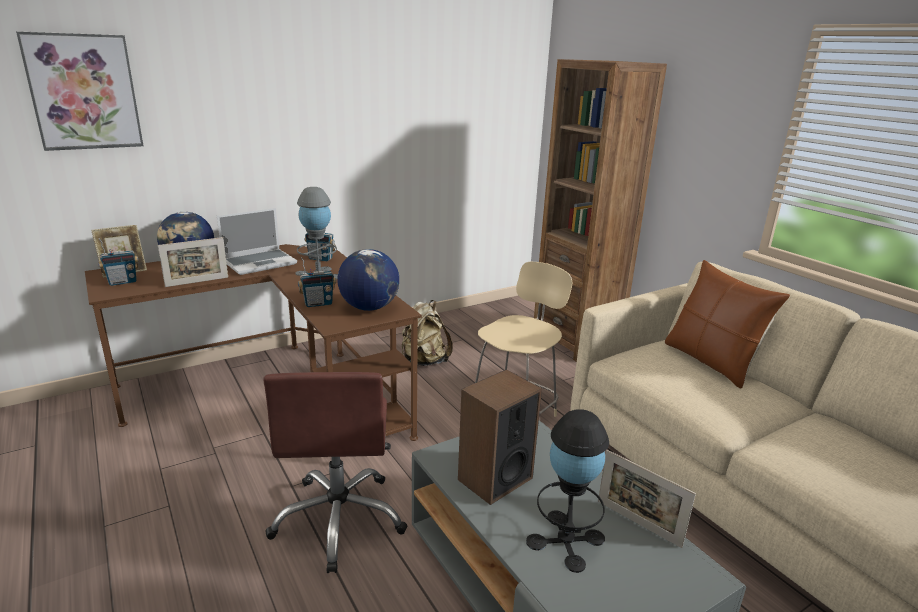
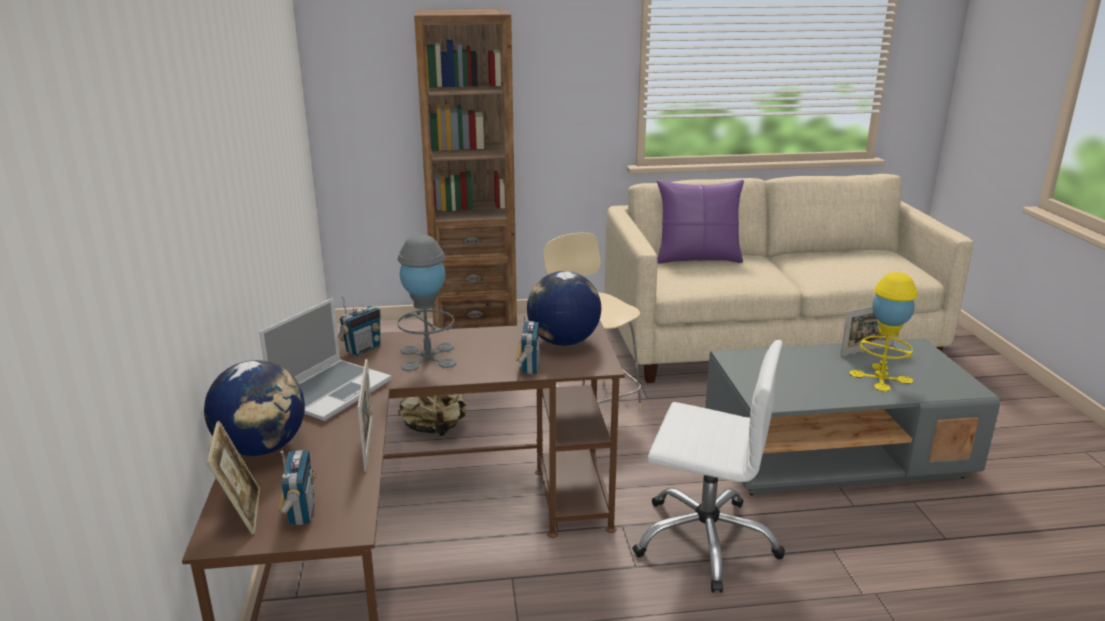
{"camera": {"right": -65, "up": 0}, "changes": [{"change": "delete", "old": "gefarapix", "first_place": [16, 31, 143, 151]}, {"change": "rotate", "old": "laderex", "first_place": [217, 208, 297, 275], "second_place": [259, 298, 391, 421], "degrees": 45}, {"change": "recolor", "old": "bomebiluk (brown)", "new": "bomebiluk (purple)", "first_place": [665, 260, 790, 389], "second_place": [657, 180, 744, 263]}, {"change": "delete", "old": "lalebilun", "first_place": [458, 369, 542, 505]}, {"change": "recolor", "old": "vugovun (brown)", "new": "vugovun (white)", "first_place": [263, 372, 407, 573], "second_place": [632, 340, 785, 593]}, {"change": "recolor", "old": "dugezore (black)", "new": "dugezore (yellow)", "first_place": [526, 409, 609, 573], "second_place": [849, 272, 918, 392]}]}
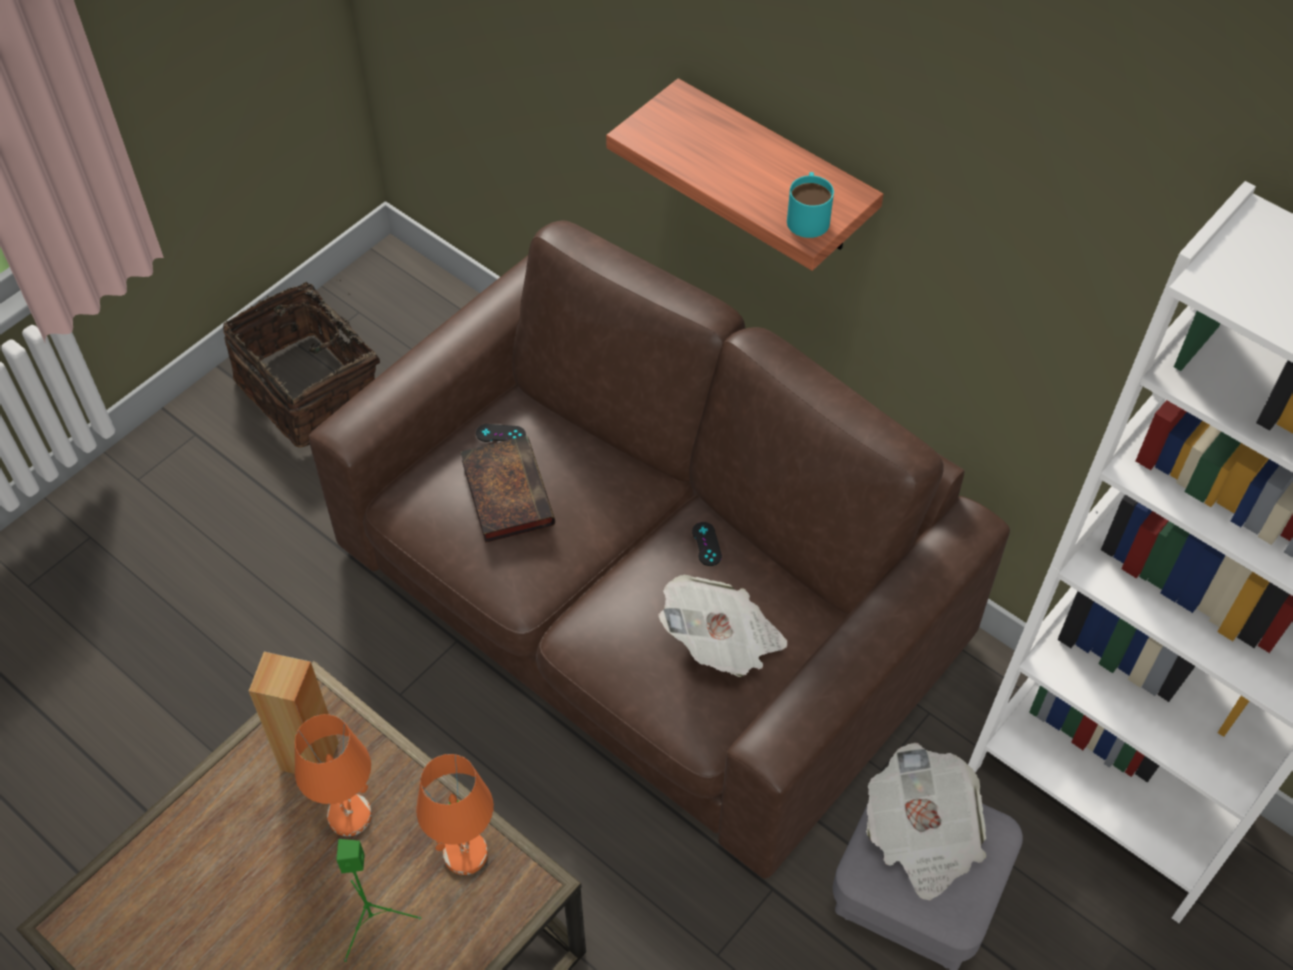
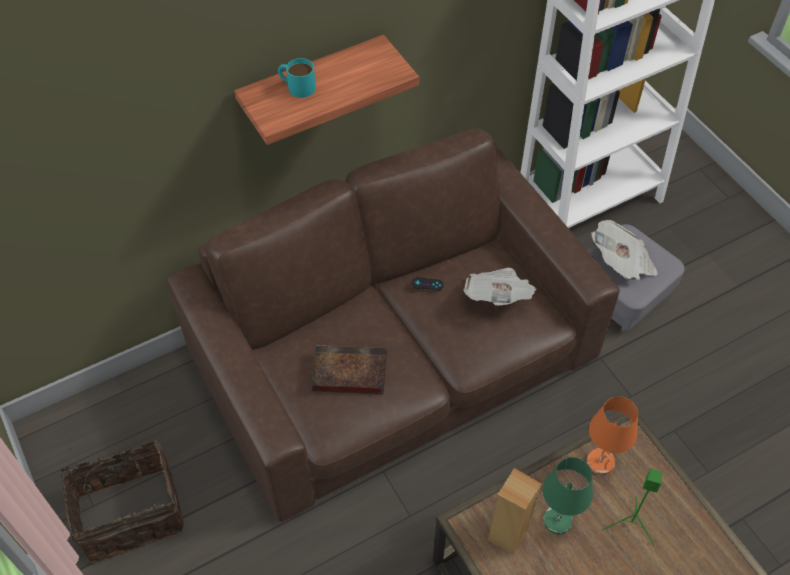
{"camera": {"right": -70, "up": 0}, "changes": [{"change": "move", "old": "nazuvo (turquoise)", "first_place": [787, 172, 834, 238], "second_place": [278, 58, 316, 98]}, {"change": "delete", "old": "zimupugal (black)", "first_place": [476, 424, 526, 442]}, {"change": "recolor", "old": "dugezore (orange)", "new": "dugezore (green)", "first_place": [295, 714, 372, 836], "second_place": [543, 457, 593, 534]}]}
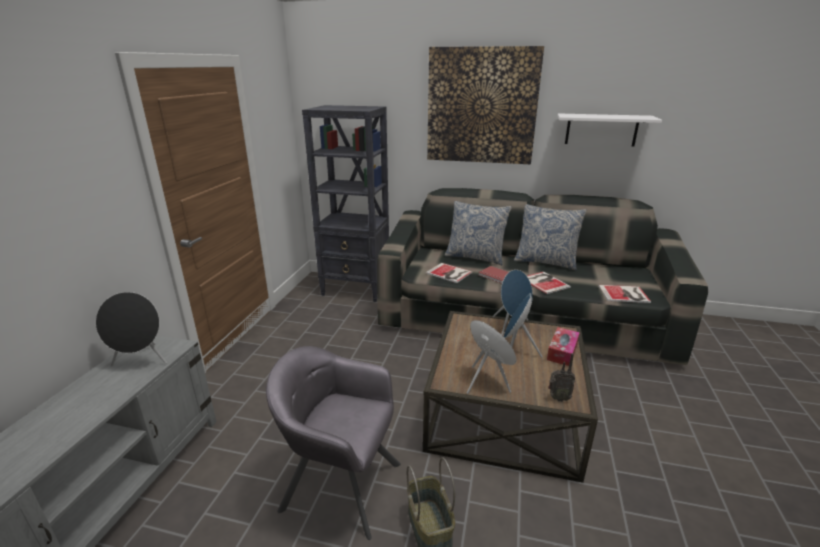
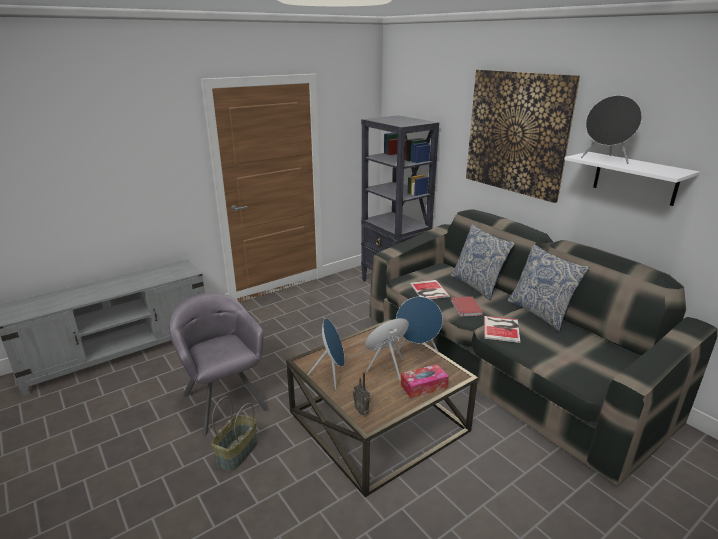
{"camera": {"right": 40, "up": 0}, "changes": [{"change": "delete", "old": "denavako", "first_place": [598, 285, 651, 303]}, {"change": "move", "old": "lalebilun (black)", "first_place": [96, 292, 167, 366], "second_place": [581, 95, 642, 164]}]}
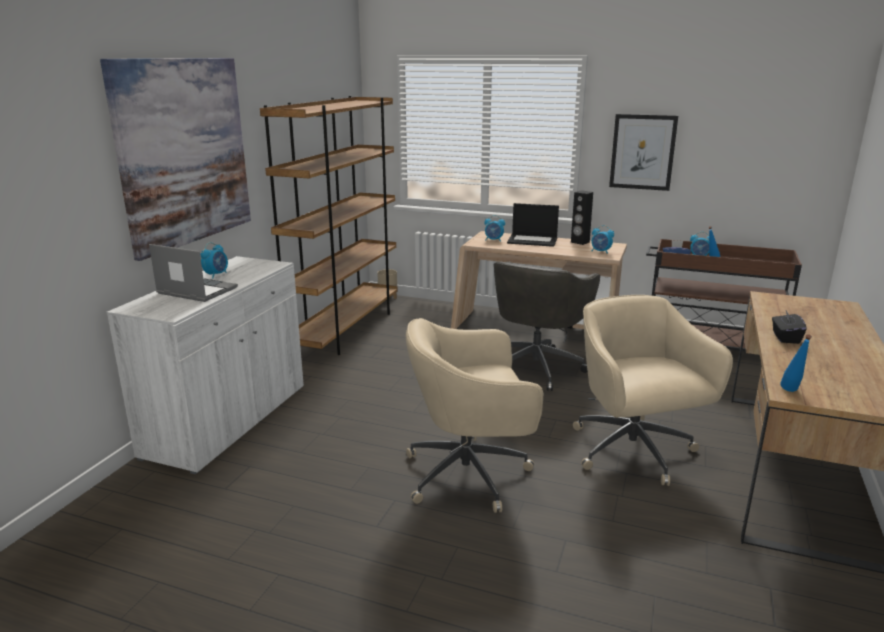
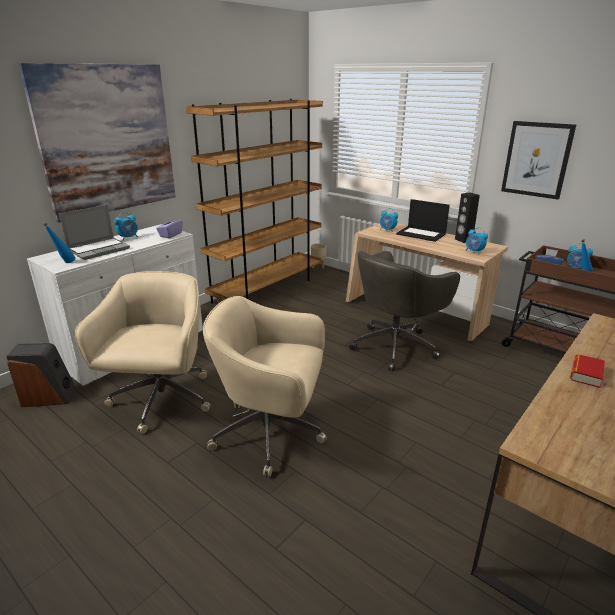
{"camera": {"right": 20, "up": 5}, "changes": [{"change": "rotate", "old": "laderex", "first_place": [149, 244, 238, 302], "second_place": [59, 205, 130, 260], "degrees": 90}, {"change": "move", "old": "vugovun (beige)", "first_place": [573, 295, 733, 486], "second_place": [75, 271, 210, 434]}, {"change": "replace", "old": "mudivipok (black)", "new": "denavako", "first_place": [772, 310, 807, 344], "second_place": [570, 354, 605, 388]}, {"change": "move", "old": "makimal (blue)", "first_place": [780, 334, 812, 392], "second_place": [43, 223, 75, 263]}, {"change": "insert", "new": "mudivipok (purple)", "second_place": [156, 216, 183, 238]}, {"change": "insert", "new": "lalebilun", "second_place": [6, 343, 77, 407]}]}
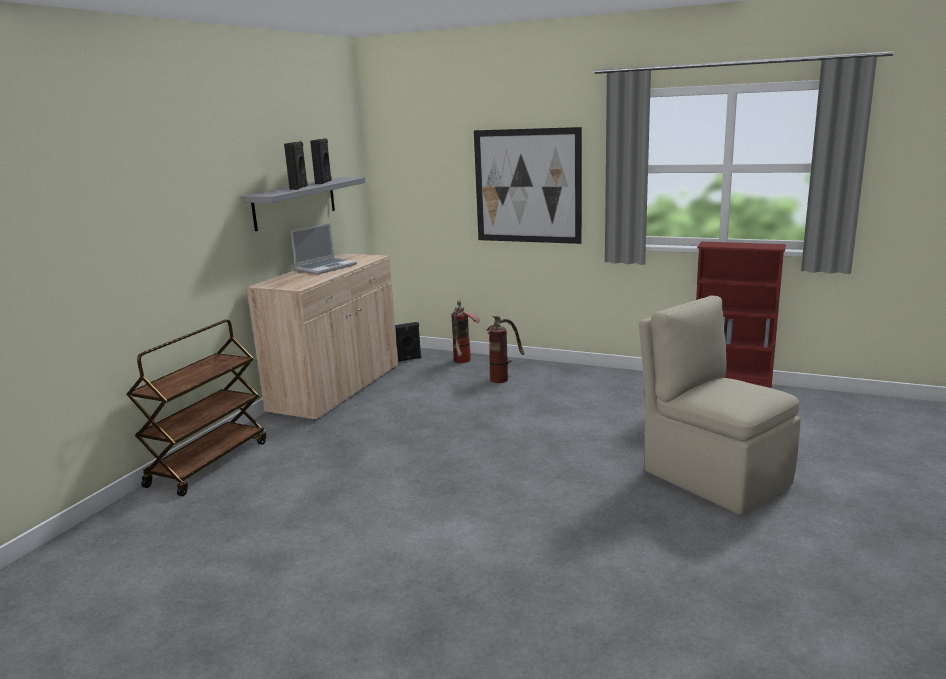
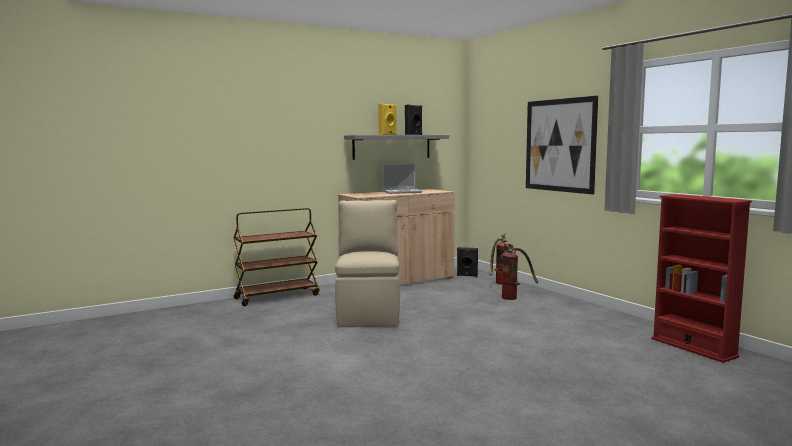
{"camera": {"right": 35, "up": -10}, "changes": [{"change": "recolor", "old": "lalebilun (black)", "new": "lalebilun (yellow)", "first_place": [284, 141, 308, 190], "second_place": [378, 104, 397, 135]}, {"change": "move", "old": "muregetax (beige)", "first_place": [639, 296, 801, 515], "second_place": [335, 200, 400, 327]}]}
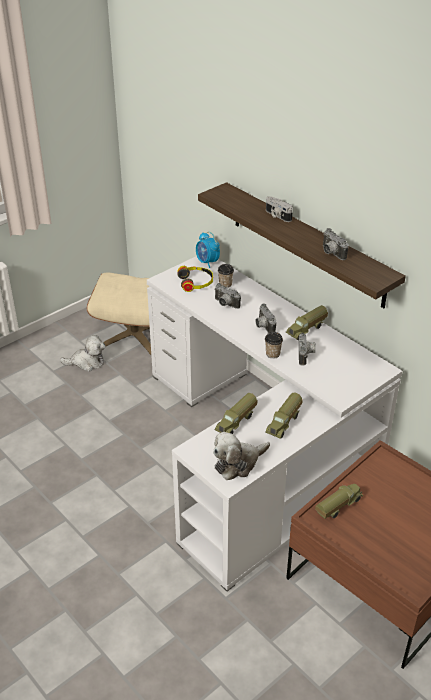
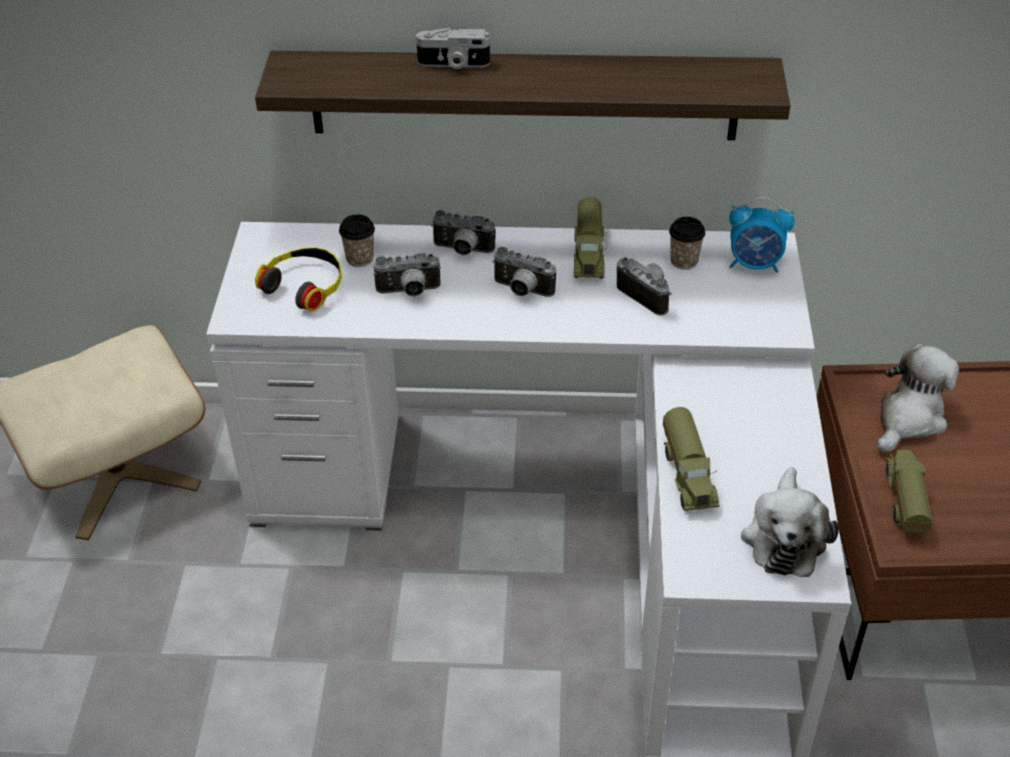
{"camera": {"right": -45, "up": 5}, "changes": [{"change": "move", "old": "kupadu", "first_place": [323, 228, 349, 260], "second_place": [431, 210, 495, 255]}, {"change": "move", "old": "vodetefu", "first_place": [196, 232, 220, 268], "second_place": [729, 197, 795, 273]}, {"change": "move", "old": "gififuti", "first_place": [265, 332, 283, 359], "second_place": [669, 217, 705, 270]}, {"change": "move", "old": "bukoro", "first_place": [60, 335, 106, 372], "second_place": [877, 344, 959, 453]}, {"change": "delete", "old": "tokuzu", "first_place": [265, 393, 303, 438]}]}
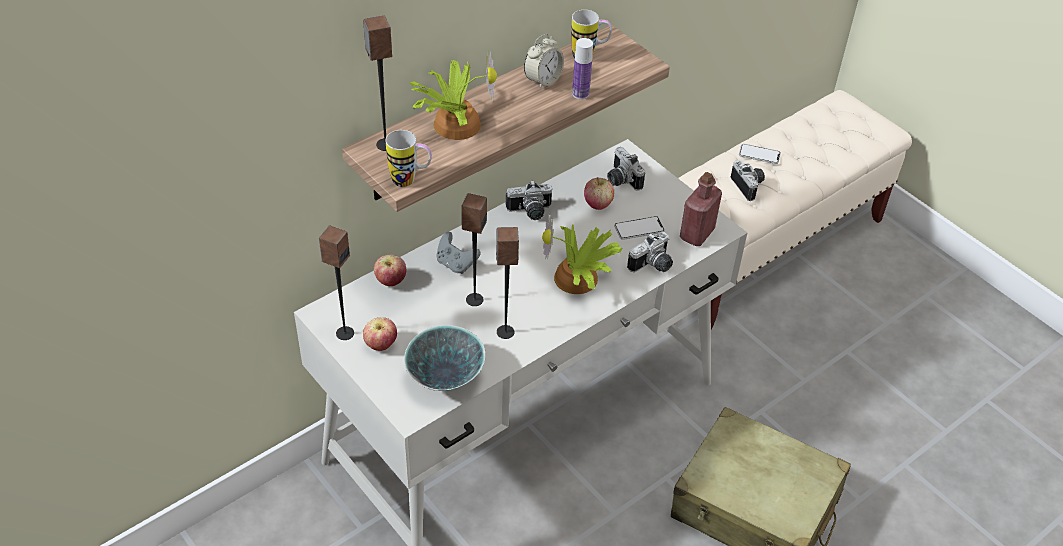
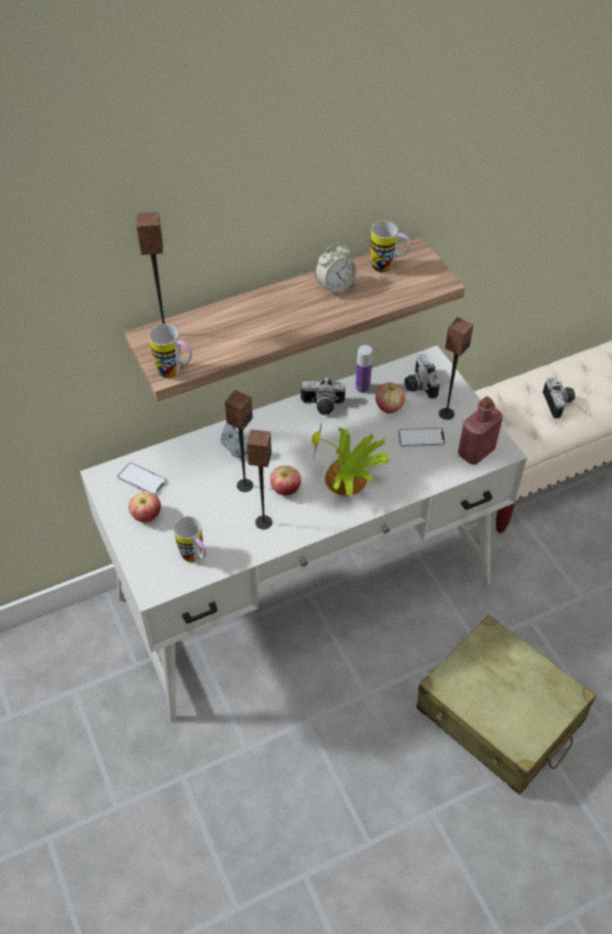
{"camera": {"right": 15, "up": 5}, "changes": [{"change": "move", "old": "makimal", "first_place": [572, 38, 593, 99], "second_place": [355, 345, 372, 393]}, {"change": "delete", "old": "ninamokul", "first_place": [409, 51, 497, 140]}, {"change": "move", "old": "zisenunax", "first_place": [739, 144, 781, 164], "second_place": [117, 463, 167, 495]}, {"change": "move", "old": "lalebilun", "first_place": [319, 226, 354, 340], "second_place": [439, 317, 473, 420]}, {"change": "delete", "old": "kupadu", "first_place": [627, 232, 673, 272]}, {"change": "move", "old": "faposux", "first_place": [374, 255, 406, 286], "second_place": [270, 465, 301, 496]}, {"change": "replace", "old": "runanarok", "new": "nazuvo", "first_place": [404, 325, 486, 391], "second_place": [174, 516, 206, 562]}]}
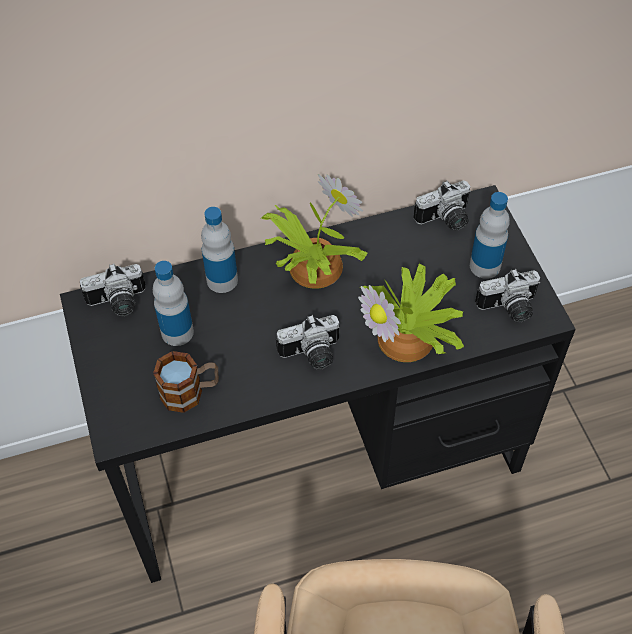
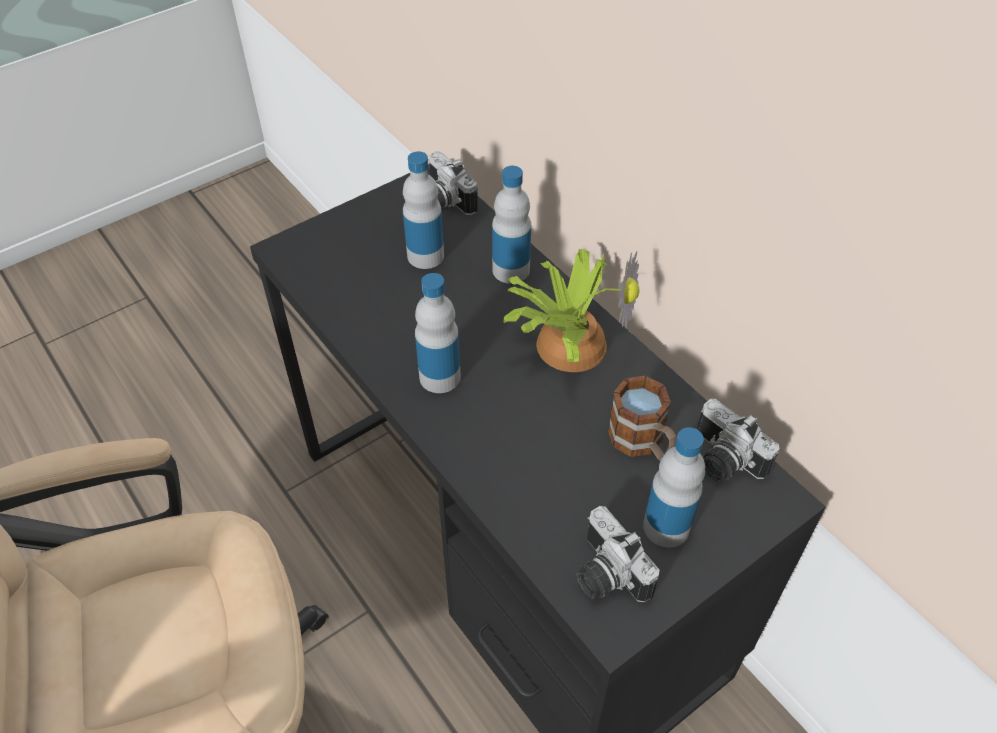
{"camera": {"right": 70, "up": -5}, "changes": [{"change": "delete", "old": "ninamokul", "first_place": [358, 261, 464, 362]}, {"change": "replace", "old": "kupadu", "new": "makimal", "first_place": [276, 315, 340, 370], "second_place": [415, 273, 461, 393]}, {"change": "move", "old": "nazuvo", "first_place": [153, 351, 219, 413], "second_place": [608, 376, 676, 461]}]}
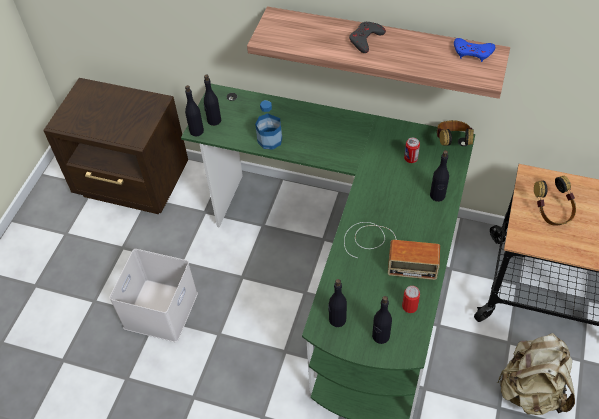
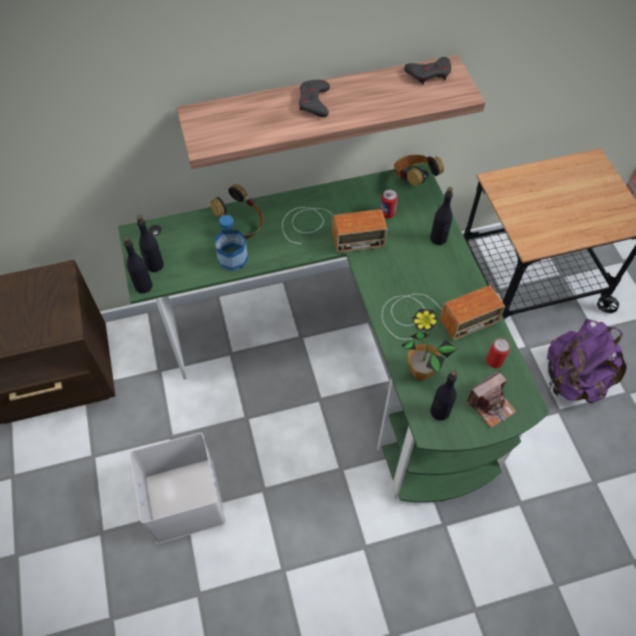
{"camera": {"right": -35, "up": 5}, "changes": [{"change": "recolor", "old": "zimupugal (blue)", "new": "zimupugal (grey)", "first_place": [454, 38, 495, 62], "second_place": [404, 57, 451, 85]}, {"change": "move", "old": "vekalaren", "first_place": [534, 176, 576, 226], "second_place": [210, 184, 263, 239]}, {"change": "replace", "old": "makimal (black)", "new": "kupadu", "first_place": [372, 296, 392, 344], "second_place": [467, 371, 517, 428]}, {"change": "recolor", "old": "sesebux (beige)", "new": "sesebux (purple)", "first_place": [497, 333, 575, 415], "second_place": [547, 319, 627, 403]}, {"change": "insert", "new": "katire", "second_place": [282, 207, 388, 253]}, {"change": "insert", "new": "ninamokul", "second_place": [401, 309, 458, 381]}]}
